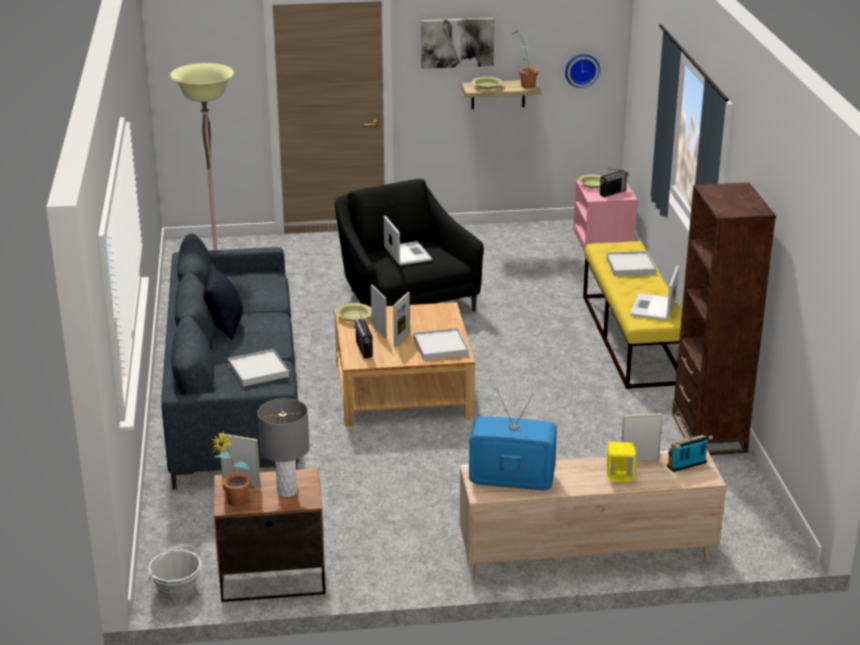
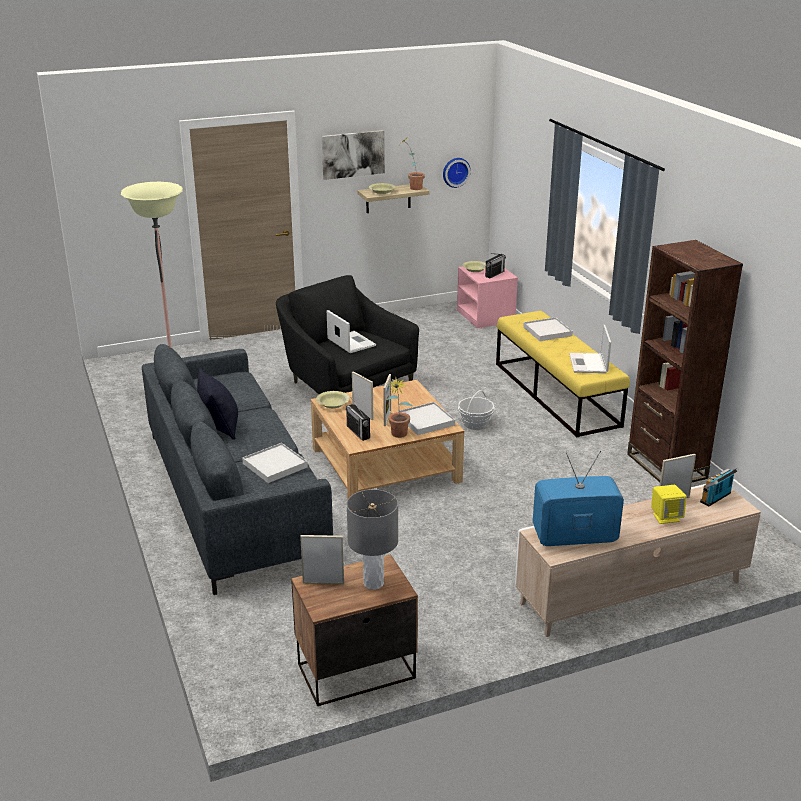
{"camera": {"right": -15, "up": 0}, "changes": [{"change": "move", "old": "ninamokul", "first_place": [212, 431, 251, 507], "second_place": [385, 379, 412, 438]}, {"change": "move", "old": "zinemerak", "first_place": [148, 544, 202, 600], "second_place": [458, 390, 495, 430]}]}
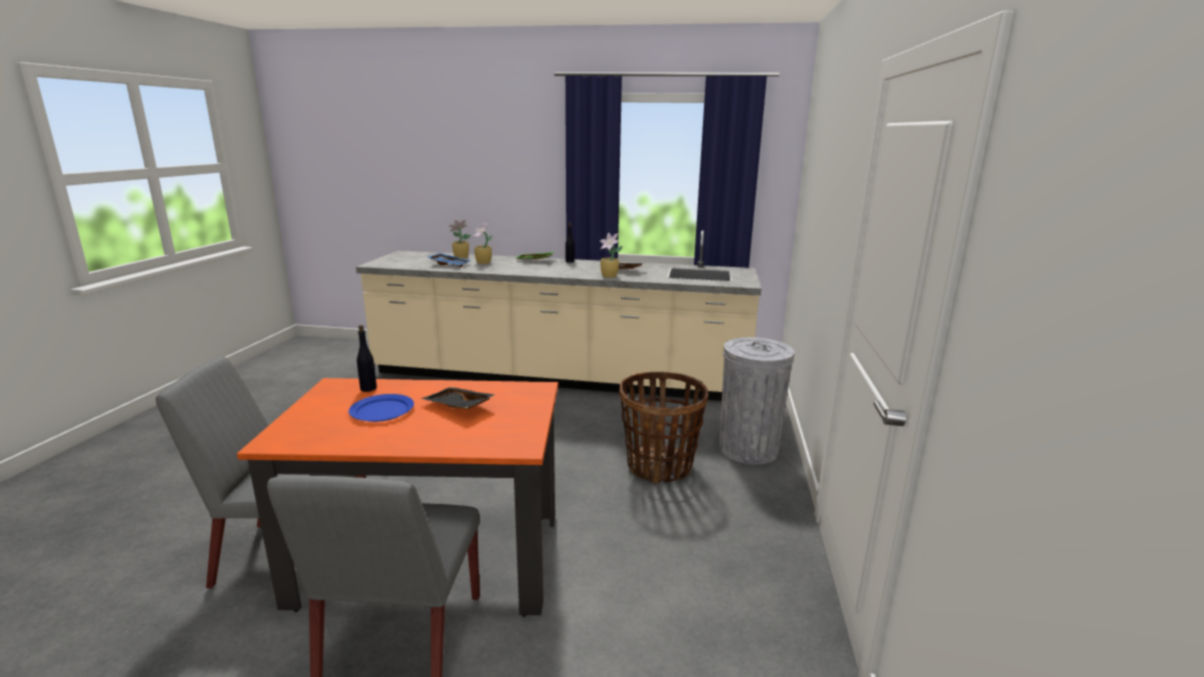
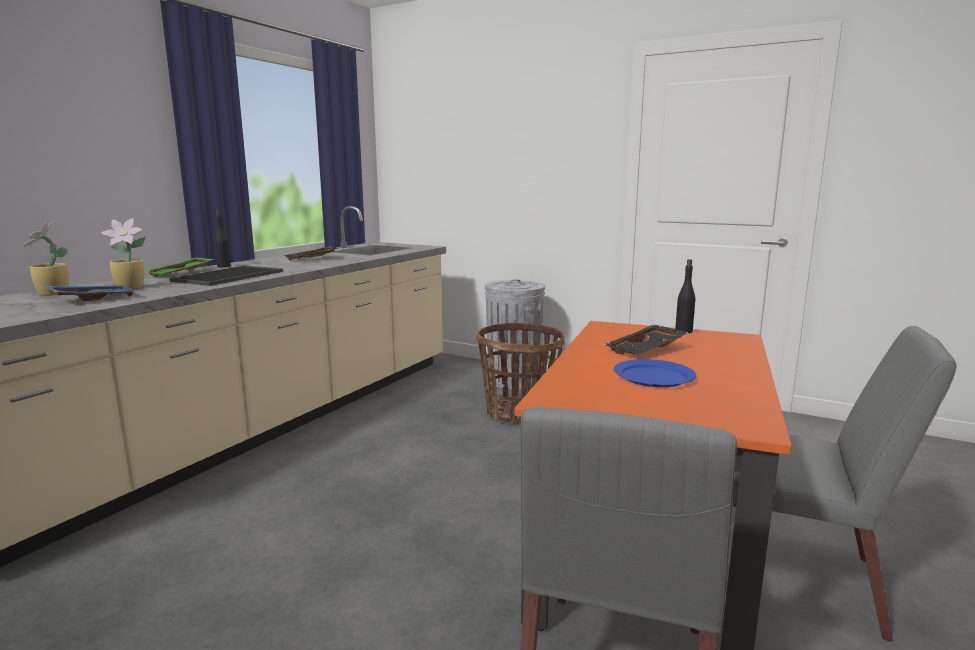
{"camera": {"right": -70, "up": -5}, "changes": [{"change": "delete", "old": "ninamokul", "first_place": [600, 233, 623, 278]}, {"change": "move", "old": "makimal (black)", "first_place": [357, 325, 377, 392], "second_place": [675, 259, 695, 333]}, {"change": "insert", "new": "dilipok", "second_place": [169, 265, 283, 286]}]}
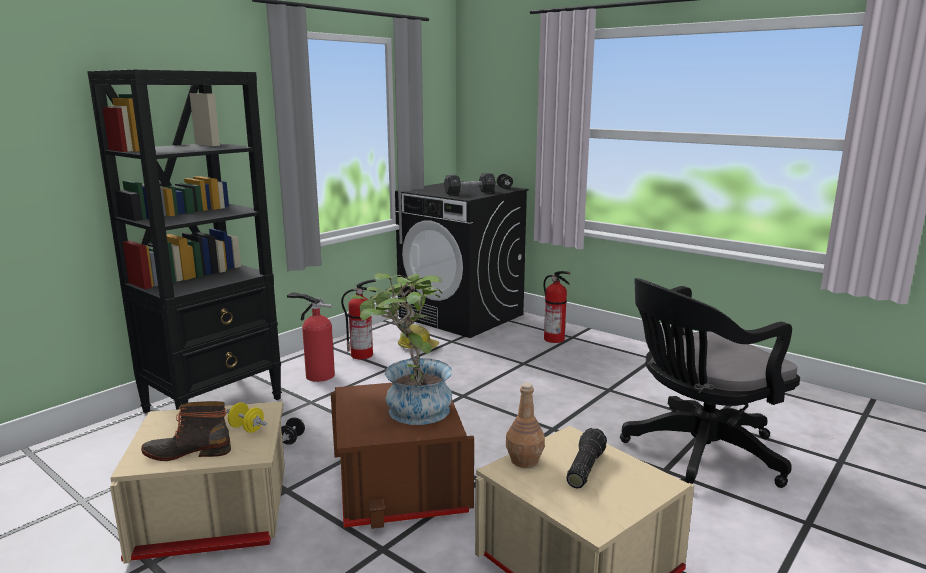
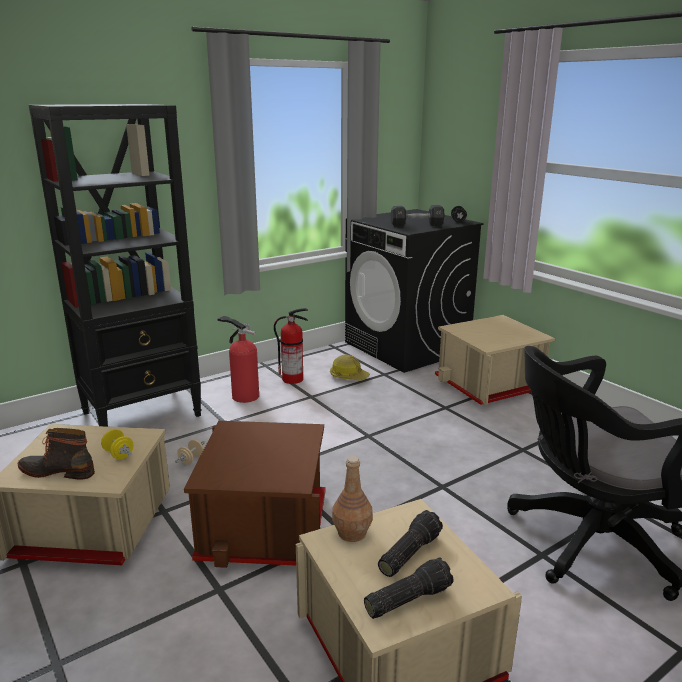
{"camera": {"right": 15, "up": 5}, "changes": [{"change": "replace", "old": "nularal", "new": "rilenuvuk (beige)", "first_place": [543, 271, 570, 343], "second_place": [435, 315, 556, 405]}, {"change": "delete", "old": "ninamokul", "first_place": [351, 273, 452, 425]}, {"change": "recolor", "old": "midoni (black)", "new": "midoni (beige)", "first_place": [281, 417, 305, 445], "second_place": [175, 439, 205, 465]}, {"change": "insert", "new": "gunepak", "second_place": [364, 558, 453, 619]}]}
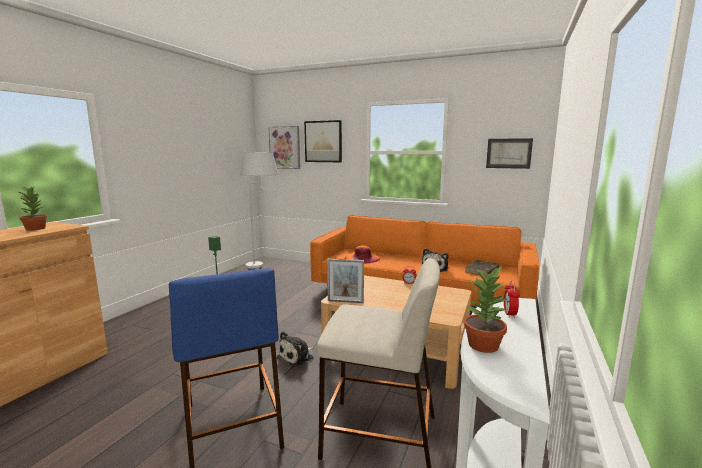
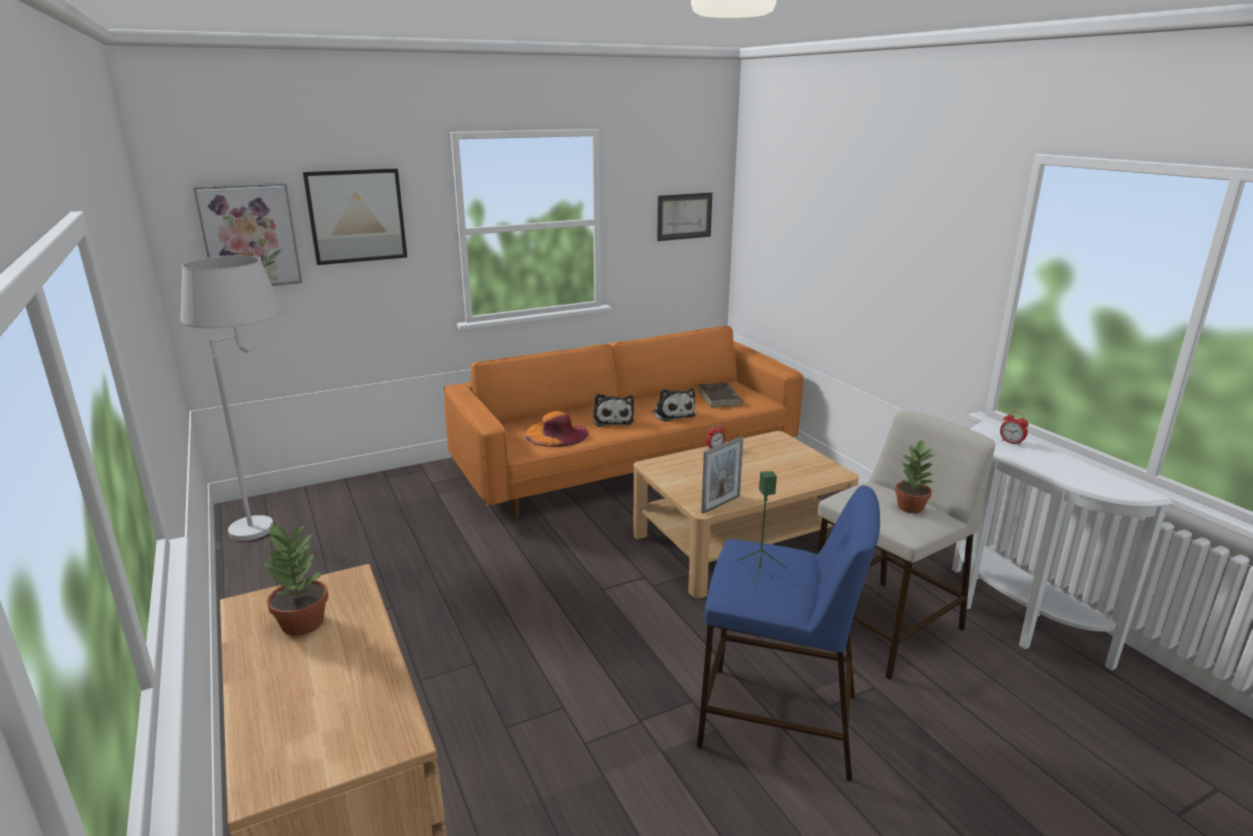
{"camera": {"right": -50, "up": 10}, "changes": [{"change": "move", "old": "ninamokul", "first_place": [464, 266, 507, 353], "second_place": [895, 440, 935, 513]}, {"change": "move", "old": "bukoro", "first_place": [277, 331, 313, 367], "second_place": [593, 394, 634, 427]}]}
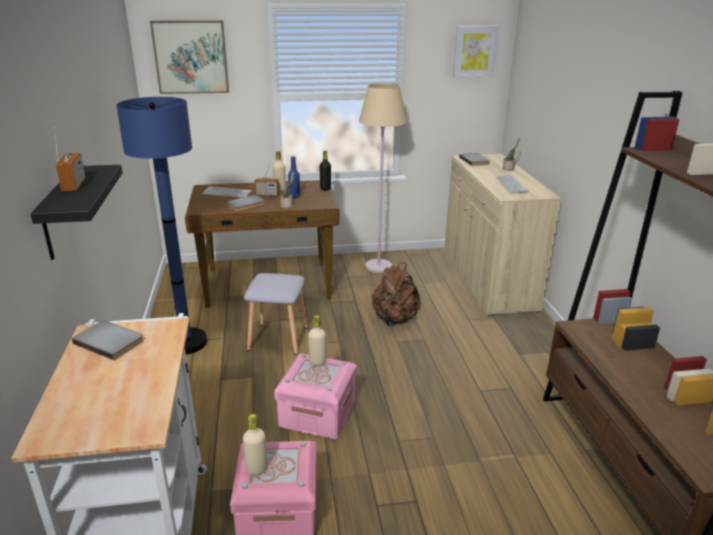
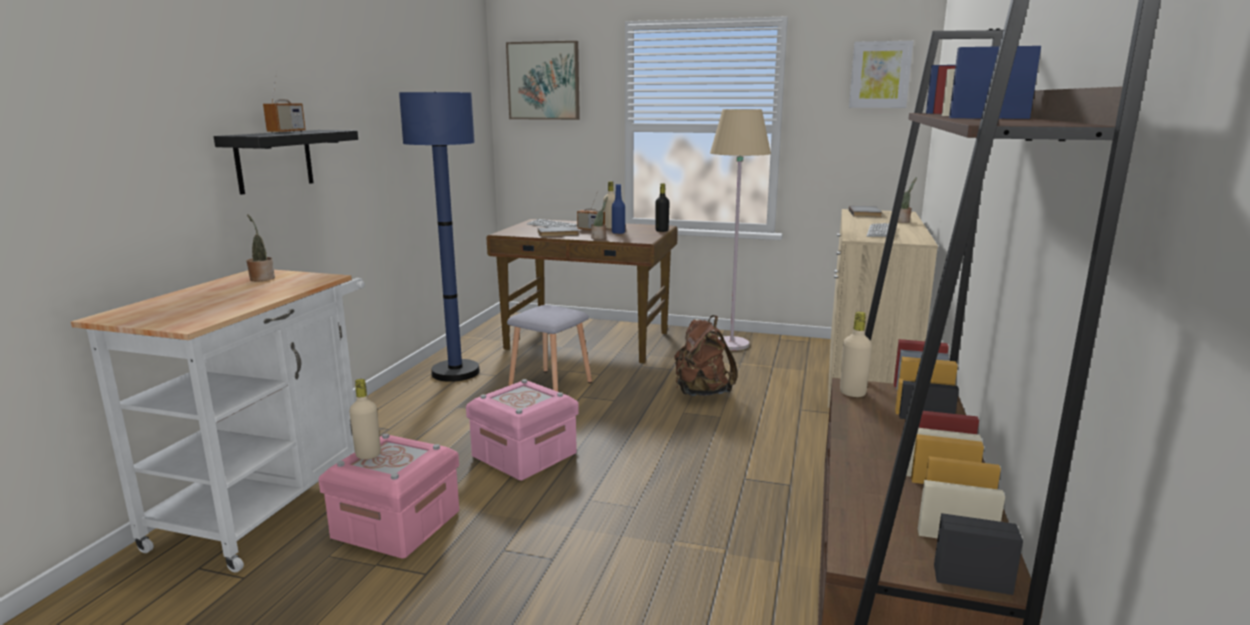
{"camera": {"right": 25, "up": -10}, "changes": [{"change": "move", "old": "makimal (beige)", "first_place": [308, 315, 326, 366], "second_place": [840, 312, 872, 397]}, {"change": "replace", "old": "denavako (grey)", "new": "ninamokul", "first_place": [72, 320, 144, 360], "second_place": [247, 214, 275, 281]}]}
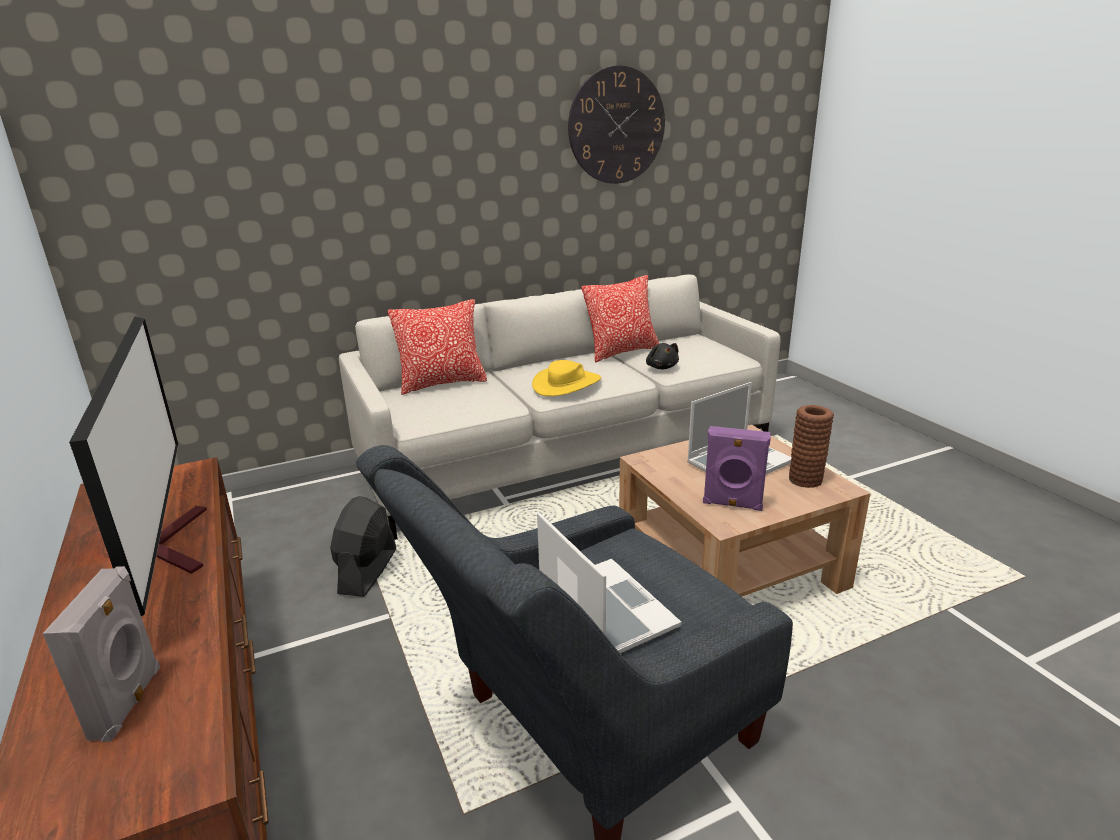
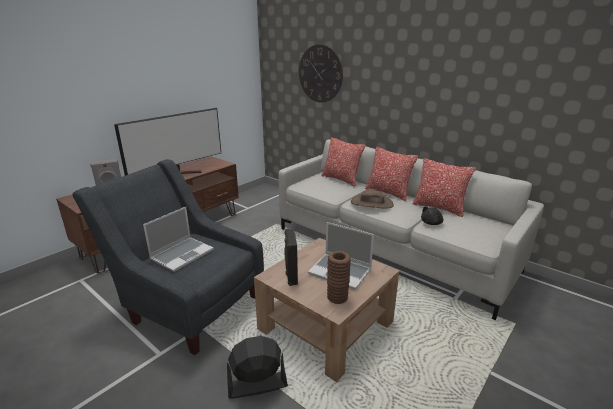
{"camera": {"right": 65, "up": 0}, "changes": [{"change": "move", "old": "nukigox", "first_place": [568, 65, 665, 184], "second_place": [299, 44, 343, 102]}, {"change": "recolor", "old": "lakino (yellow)", "new": "lakino (brown)", "first_place": [532, 360, 601, 396], "second_place": [351, 189, 394, 209]}, {"change": "recolor", "old": "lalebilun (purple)", "new": "lalebilun (black)", "first_place": [703, 426, 771, 511], "second_place": [284, 229, 298, 286]}, {"change": "move", "old": "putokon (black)", "first_place": [330, 496, 396, 597], "second_place": [227, 336, 288, 399]}, {"change": "insert", "new": "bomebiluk", "second_place": [365, 147, 418, 201]}]}
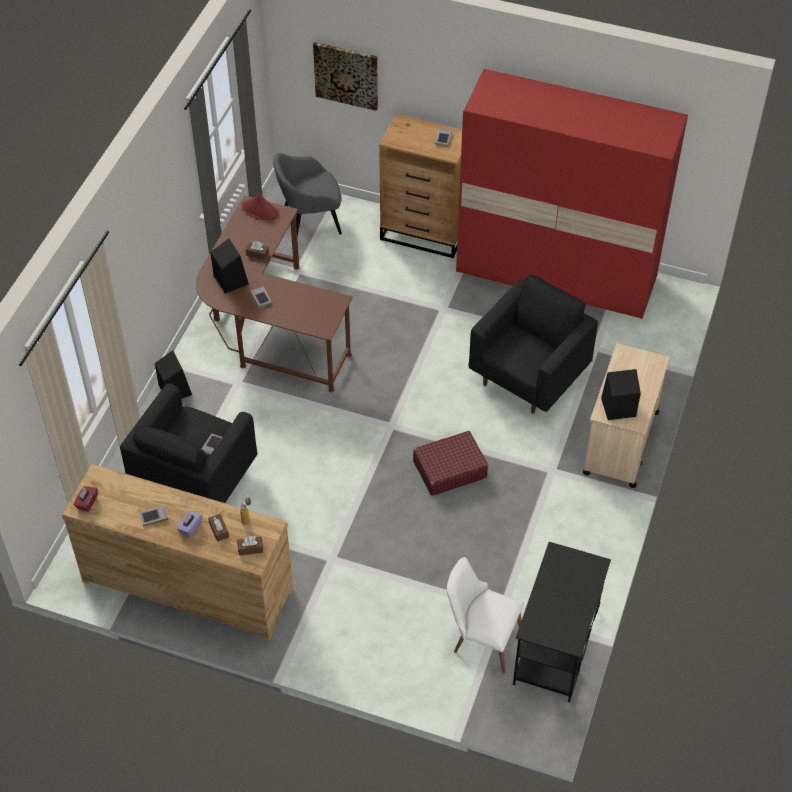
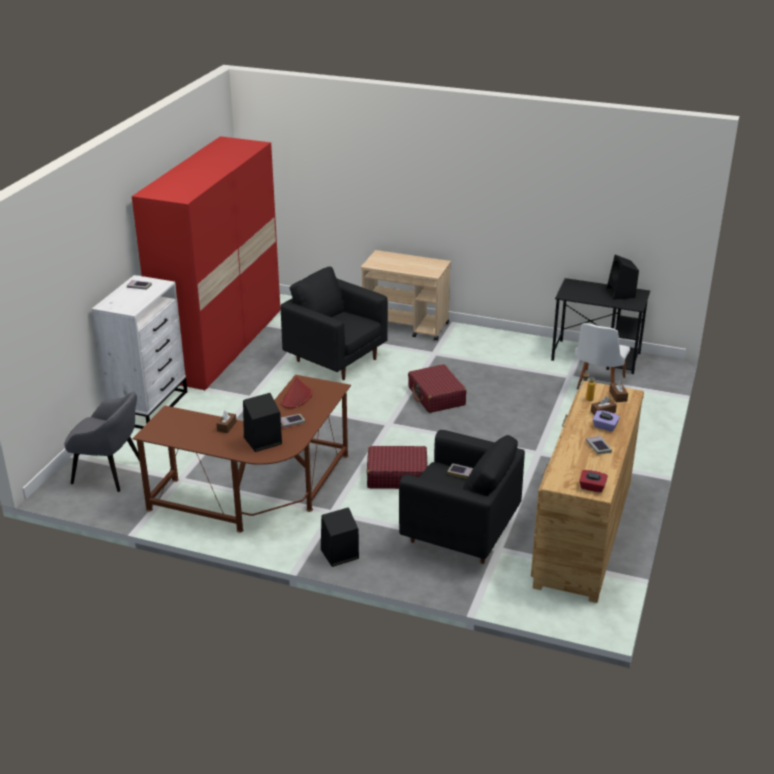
{"camera": {"right": -90, "up": -20}, "changes": [{"change": "delete", "old": "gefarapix", "first_place": [313, 42, 378, 111]}, {"change": "recolor", "old": "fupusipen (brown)", "new": "fupusipen (white)", "first_place": [379, 114, 462, 258], "second_place": [92, 275, 187, 429]}, {"change": "rotate", "old": "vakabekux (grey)", "first_place": [273, 153, 342, 237], "second_place": [64, 392, 140, 492], "degrees": -60}, {"change": "move", "old": "lakino (red)", "first_place": [241, 194, 280, 220], "second_place": [281, 377, 312, 409]}, {"change": "move", "old": "lalebilun (black)", "first_place": [601, 369, 641, 420], "second_place": [606, 254, 639, 300]}, {"change": "insert", "new": "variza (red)", "second_place": [367, 446, 428, 489]}]}
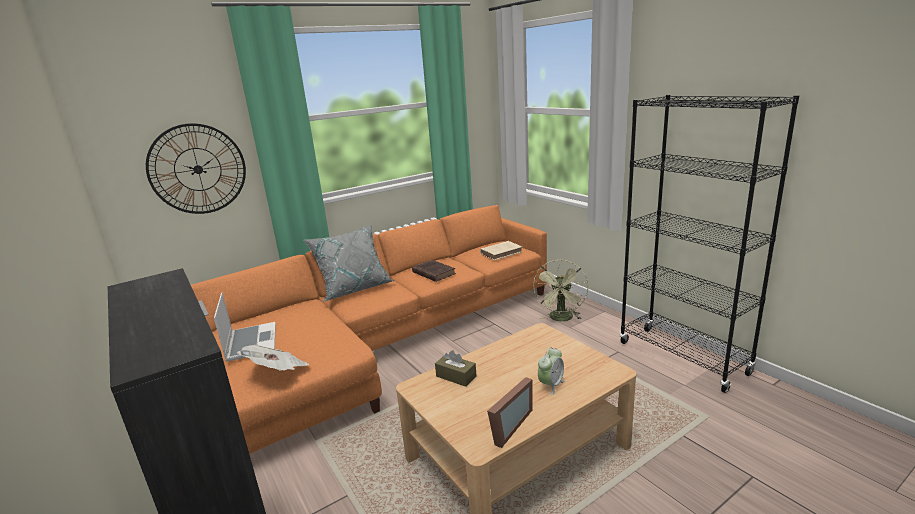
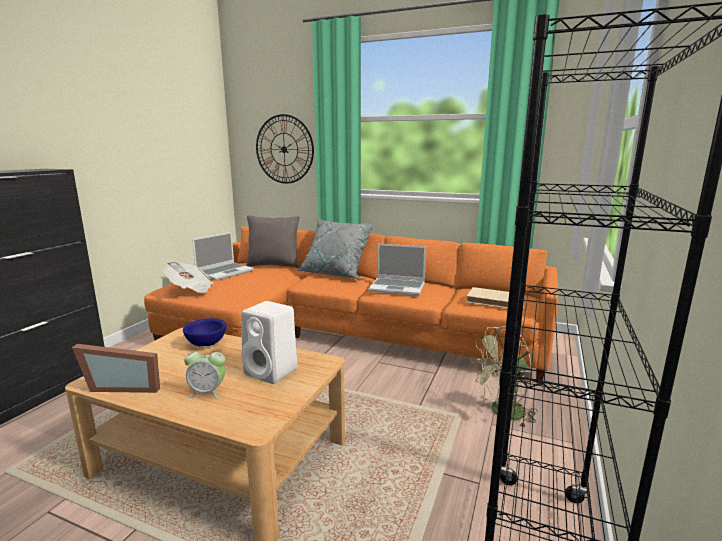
{"camera": {"right": 55, "up": -5}, "changes": [{"change": "replace", "old": "denavako (brown)", "new": "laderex", "first_place": [412, 260, 456, 282], "second_place": [369, 244, 426, 296]}, {"change": "replace", "old": "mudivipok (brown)", "new": "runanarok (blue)", "first_place": [435, 350, 477, 387], "second_place": [183, 318, 227, 346]}, {"change": "insert", "new": "bomebiluk (grey)", "second_place": [246, 215, 300, 268]}, {"change": "insert", "new": "lalebilun (white)", "second_place": [241, 301, 297, 384]}]}
